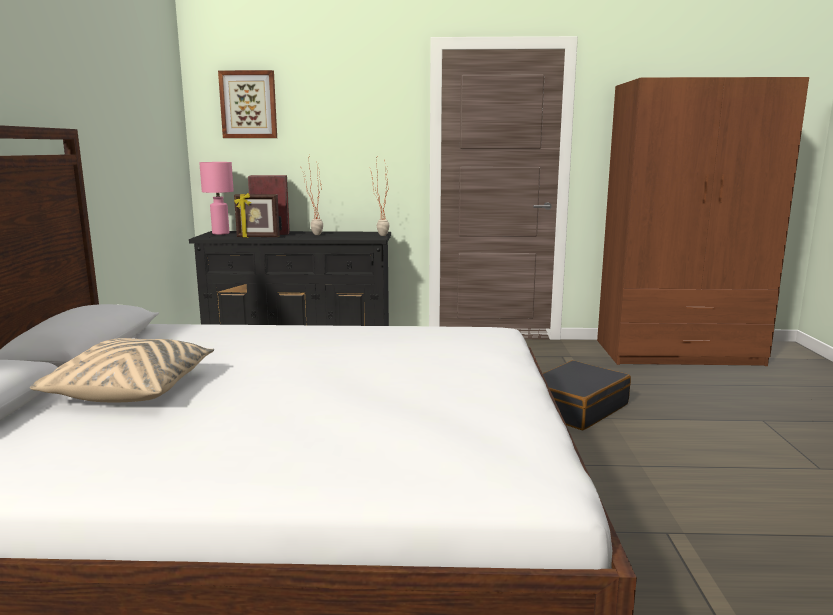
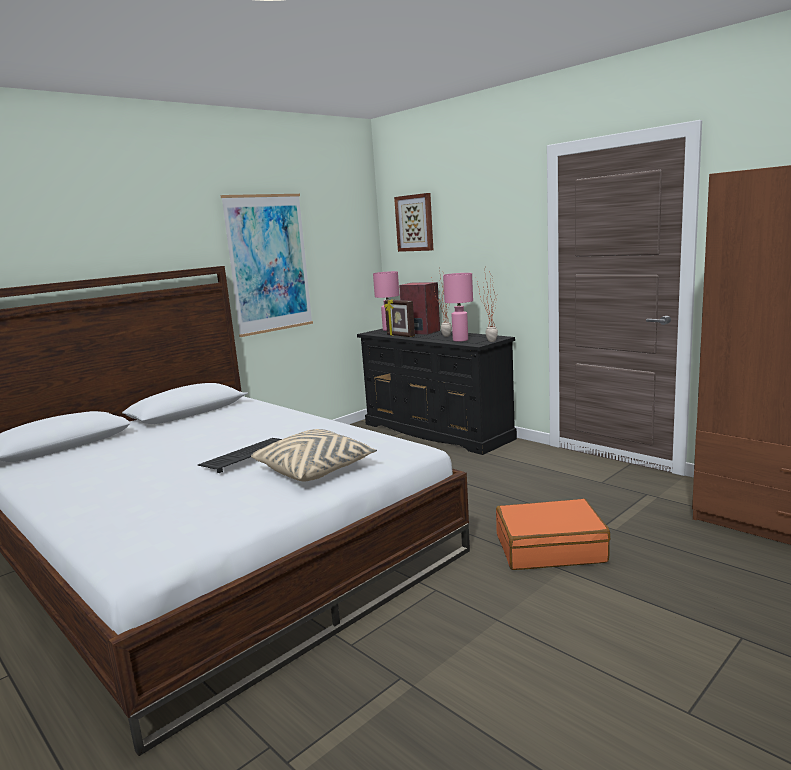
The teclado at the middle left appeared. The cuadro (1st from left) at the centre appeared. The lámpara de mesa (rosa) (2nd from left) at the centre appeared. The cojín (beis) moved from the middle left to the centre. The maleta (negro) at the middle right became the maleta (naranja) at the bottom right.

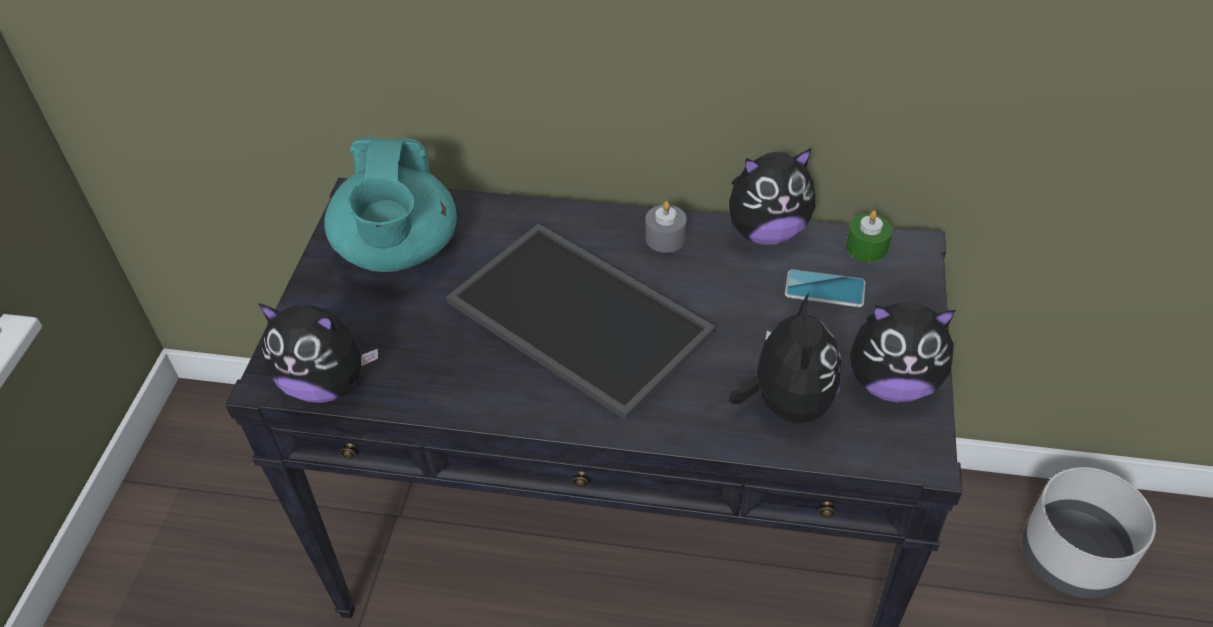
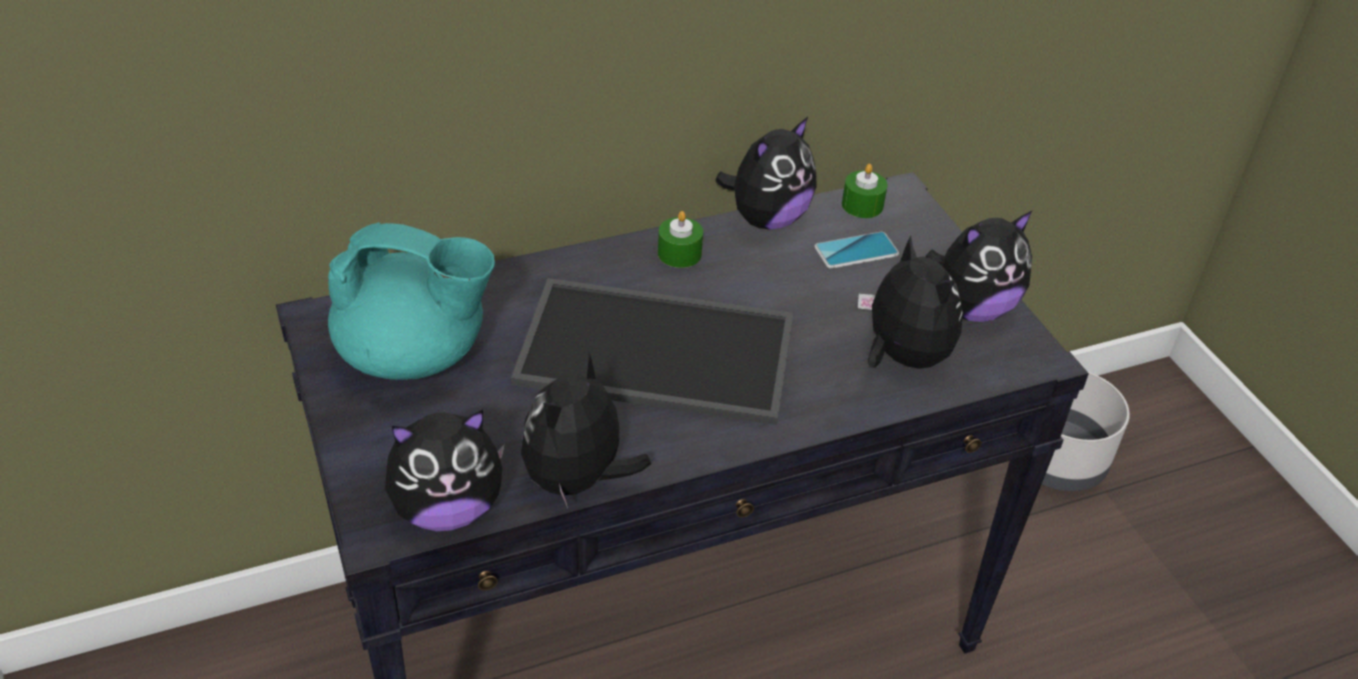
The peluche (2nd from left) at the centre appeared. The vela (gris) at the centre became the vela (verde) (1st from left) at the centre. The tetera (turquesa) at the top left turned 45 degrees counterclockwise.

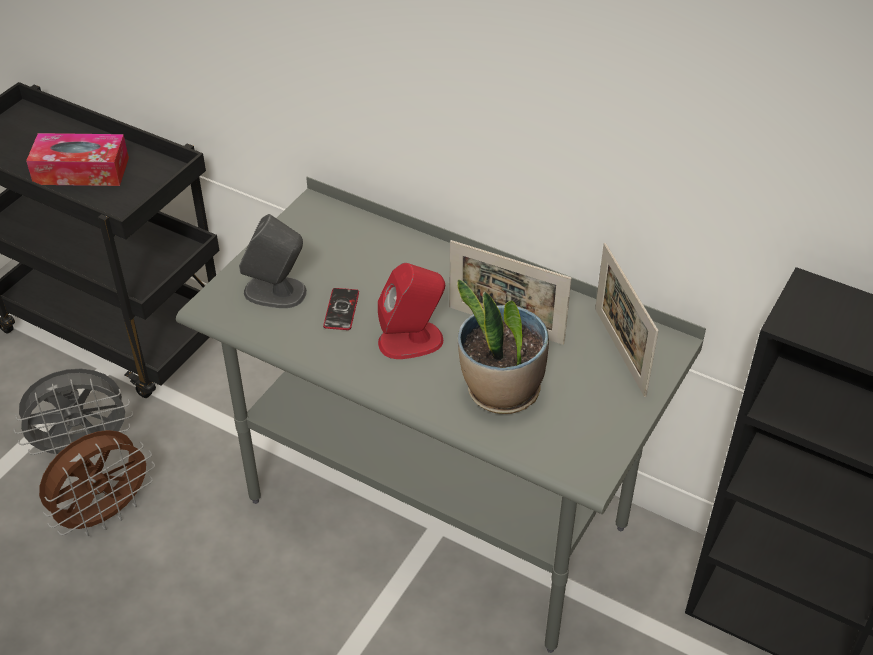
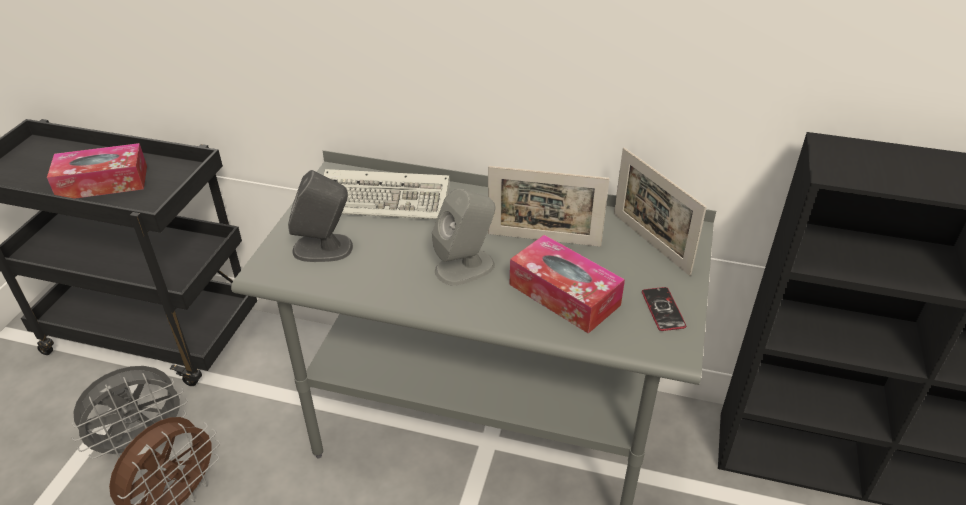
The teclado at the centre appeared. The móvil moved from the centre to the middle right. The planta en maceta at the centre was replaced by the caja de pañuelos (2nd from left) at the centre. The altavoz (rojo) at the centre became the altavoz (gris) (2nd from left) at the centre.

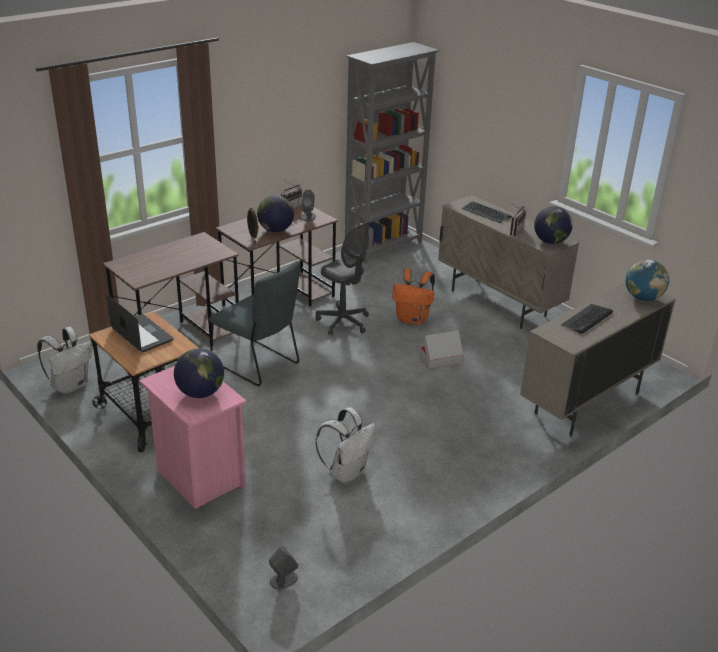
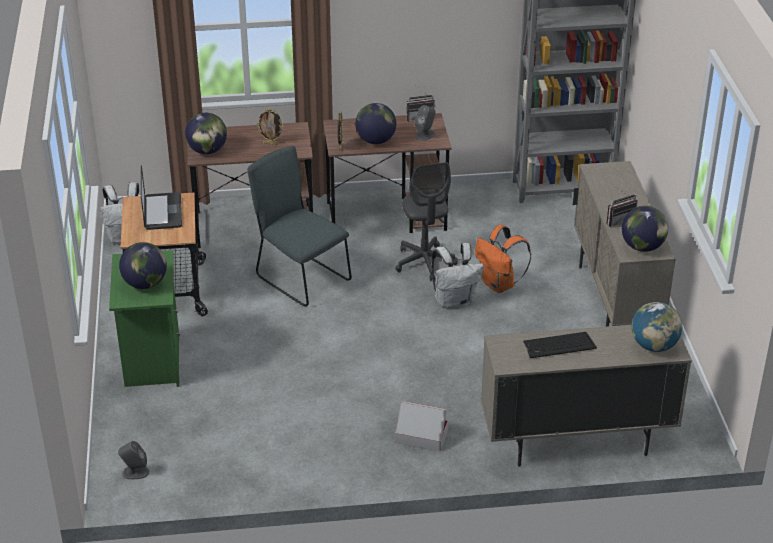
The teclado (1st from left) at the top right disappeared. The globo terráqueo (2nd from left) at the top left appeared. The portarretratos (1st from left) at the top centre appeared. The mochila (blanco) (2nd from left) moved from the bottom centre to the centre. The caja de cartón moved from the centre to the bottom centre. The mesita de noche (rosa) at the bottom left became the mesita de noche (verde) at the middle left. The silla (gris) at the centre turned 150 degrees clockwise.

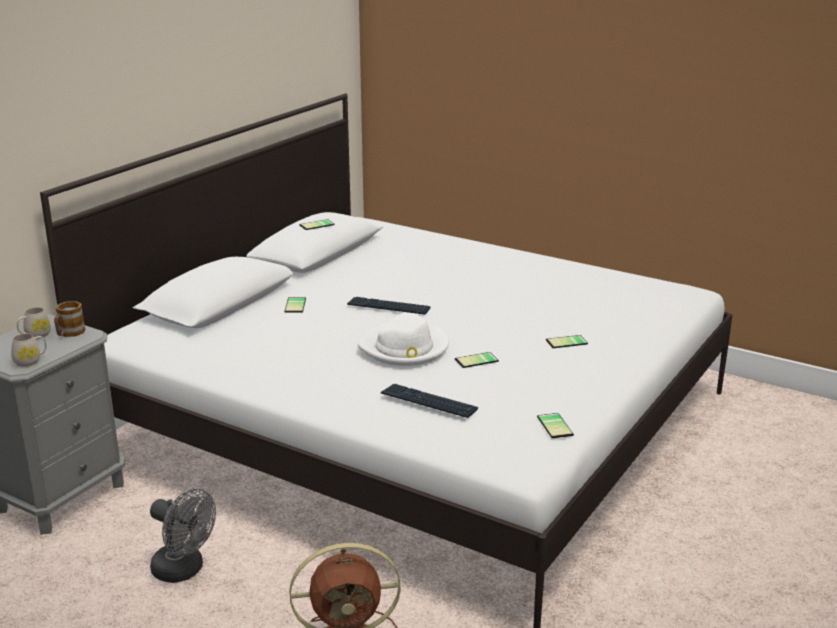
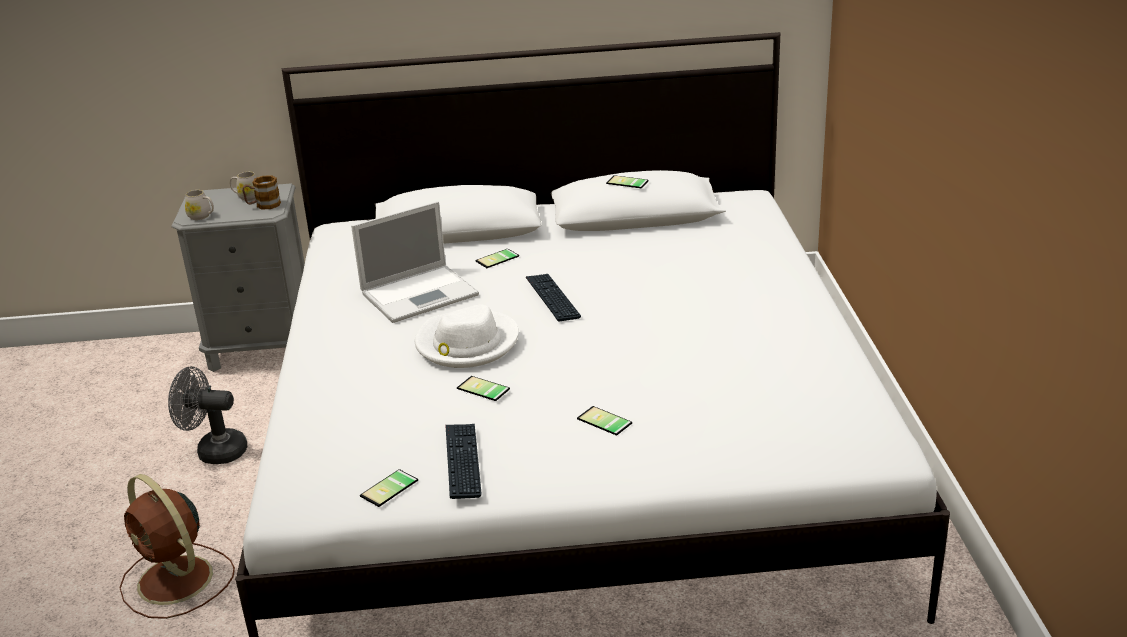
The portátil at the centre appeared. The teclado (2nd from left in the first image) moved from the centre to the bottom centre. The ventilador (gris) at the bottom left turned 105 degrees clockwise.

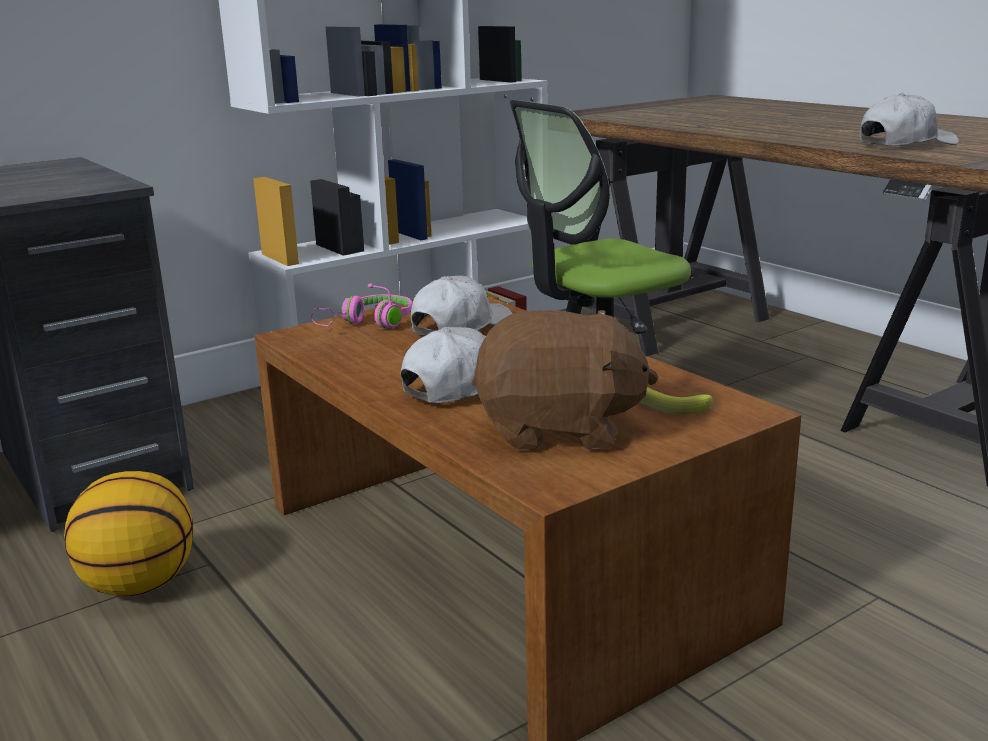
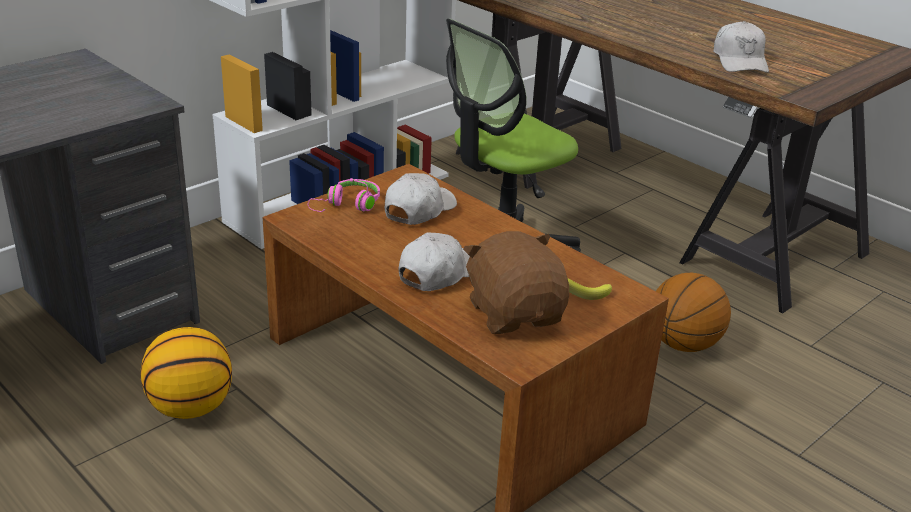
The balón de baloncesto (2nd from left) at the middle right appeared. The peluche (marrón) at the centre turned 105 degrees counterclockwise. The gorra (blanco) (3rd from left) at the top right turned 120 degrees clockwise.

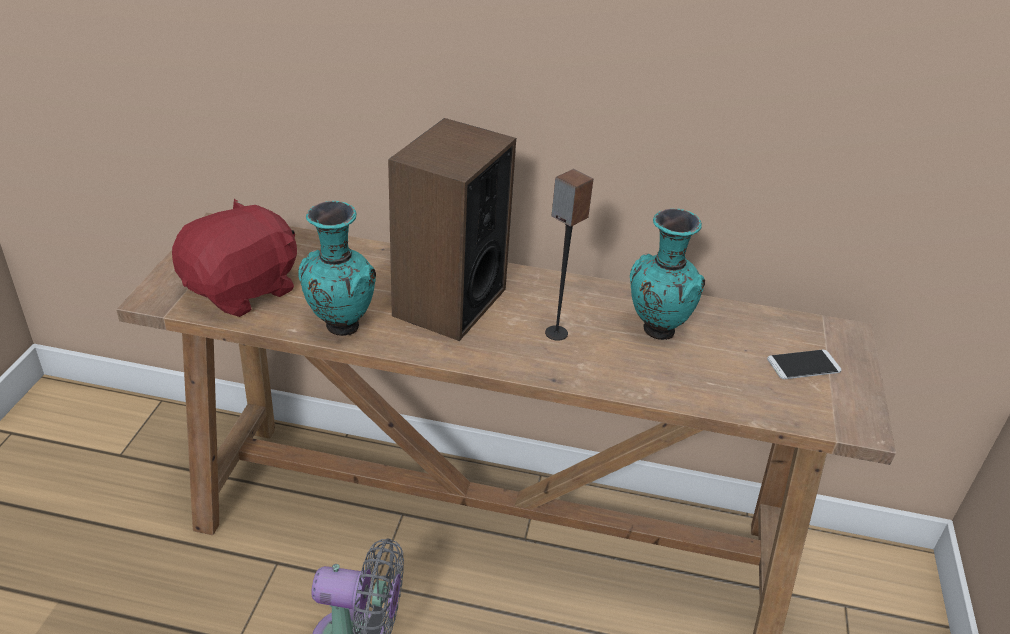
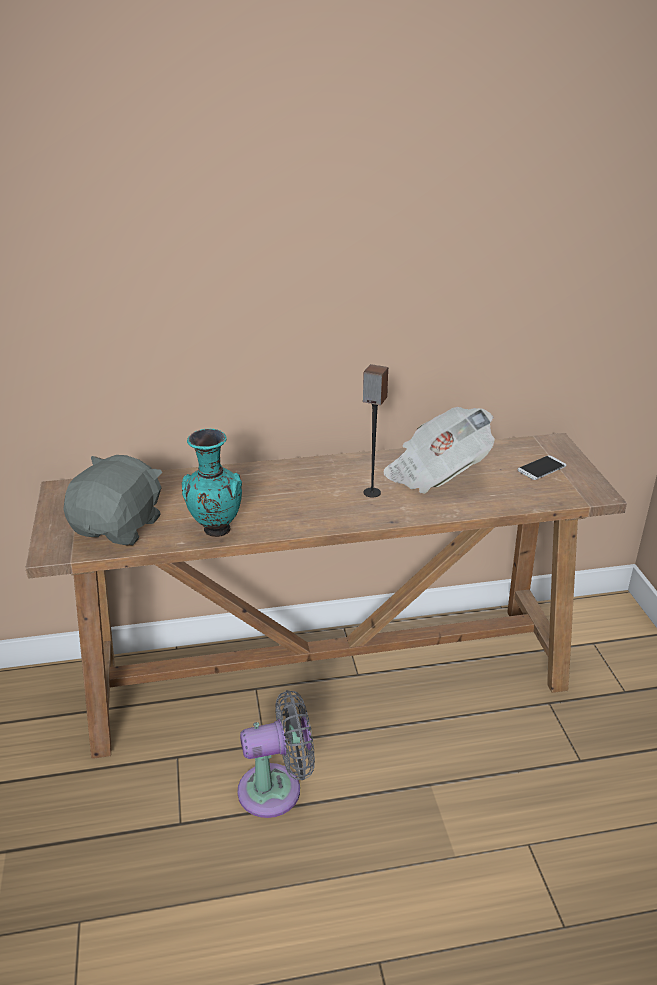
The altavoz (1st from left) at the centre disappeared. The florero (turquesa) (2nd from left) at the centre was replaced by the periódico at the middle right. The peluche (rojo) at the middle left became the peluche (gris) at the middle left.

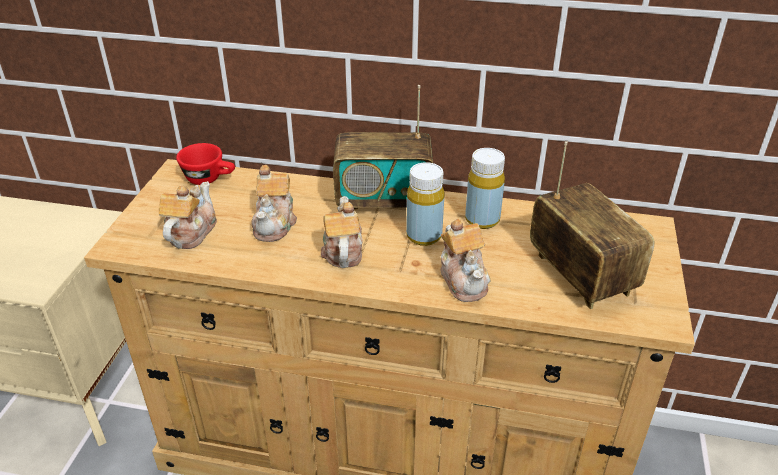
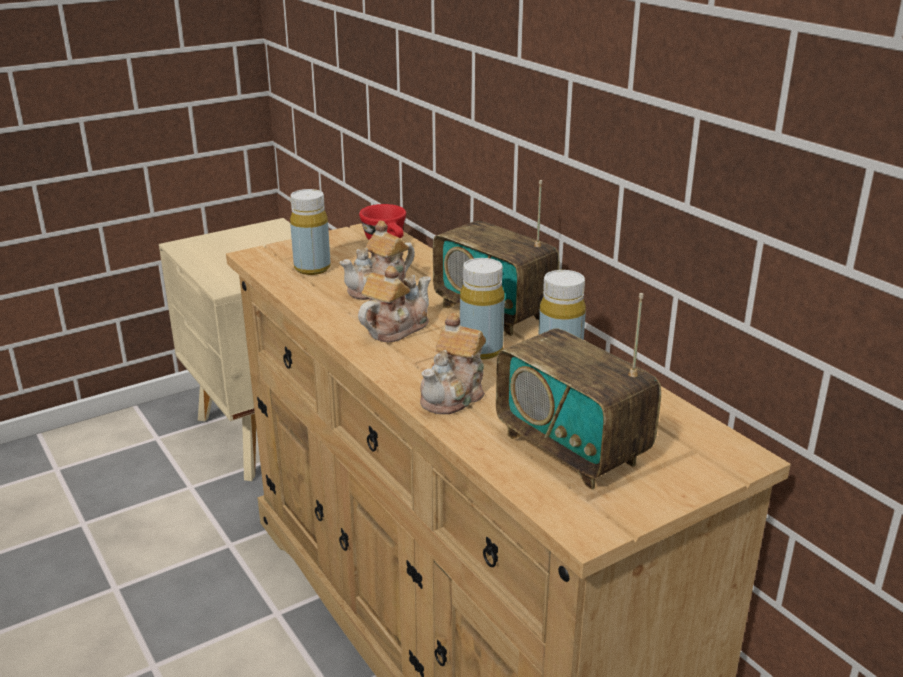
The tetera (1st from left) at the middle left was replaced by the botella (amarillo) (1st from left) at the centre. The radio (2nd from left) at the middle right turned 120 degrees clockwise.

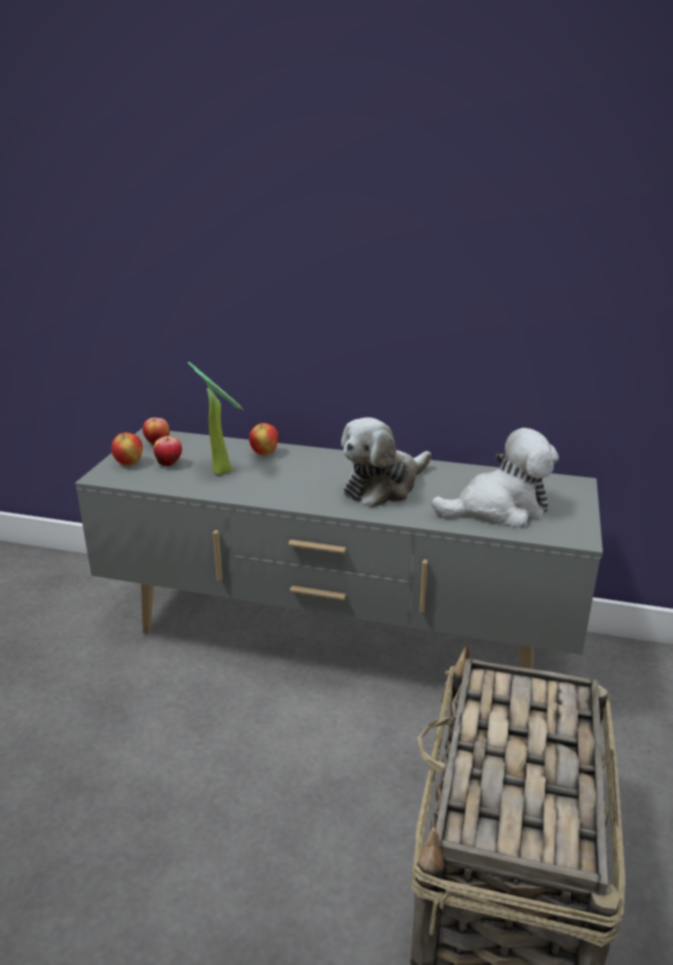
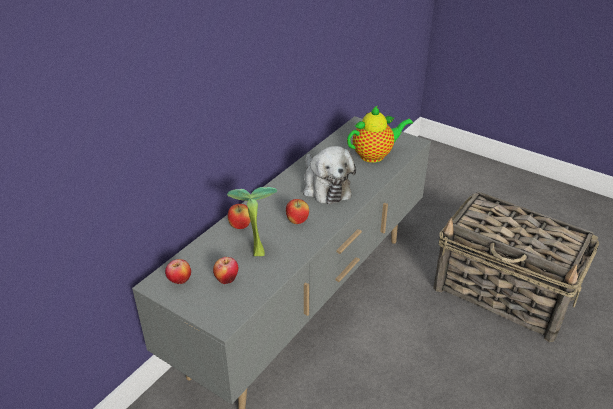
The manzana (1st from left in the first image) moved from the middle left to the centre. The peluche (2nd from left) at the middle right was replaced by the tetera at the top centre.

